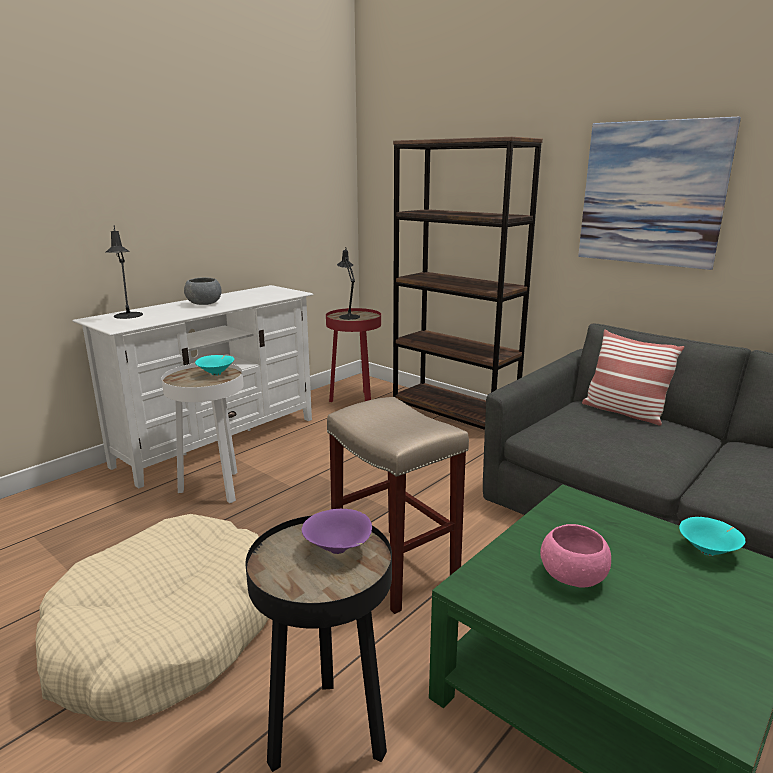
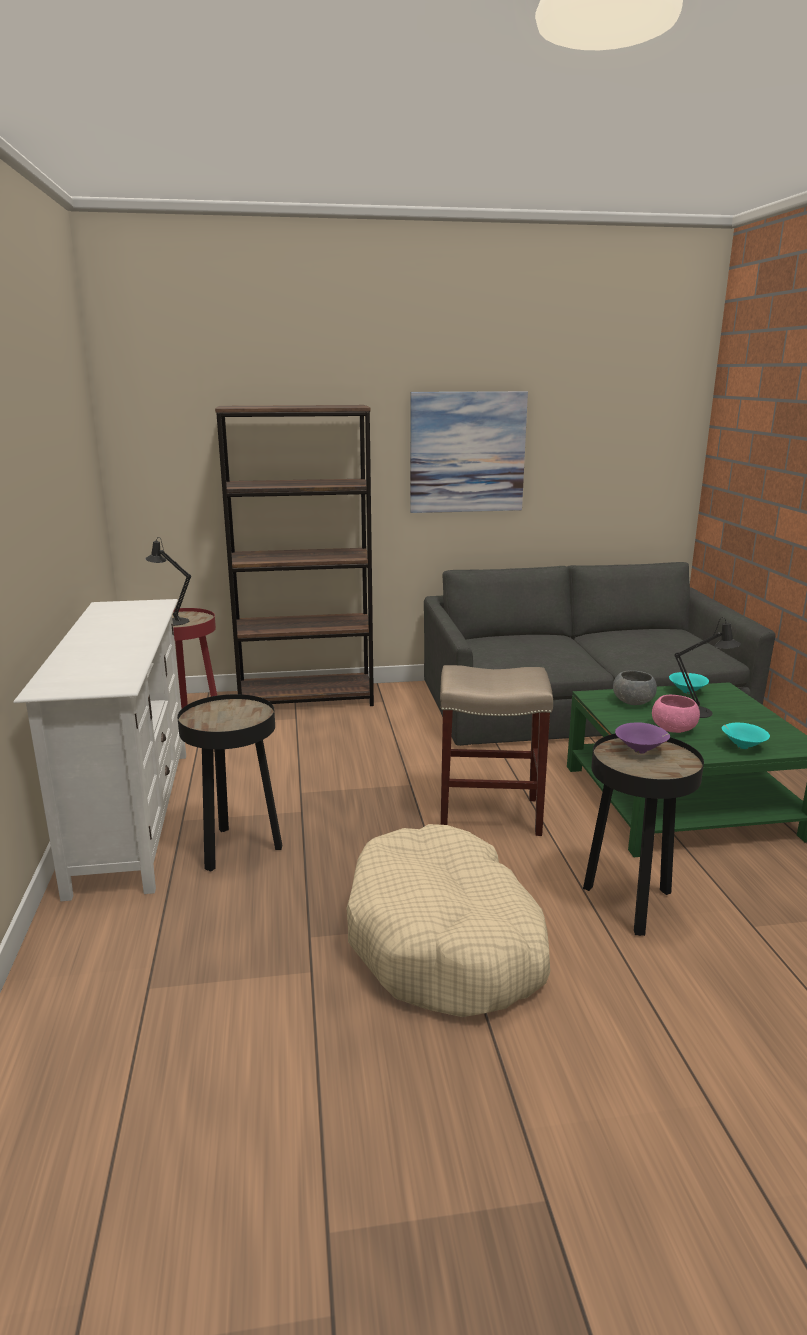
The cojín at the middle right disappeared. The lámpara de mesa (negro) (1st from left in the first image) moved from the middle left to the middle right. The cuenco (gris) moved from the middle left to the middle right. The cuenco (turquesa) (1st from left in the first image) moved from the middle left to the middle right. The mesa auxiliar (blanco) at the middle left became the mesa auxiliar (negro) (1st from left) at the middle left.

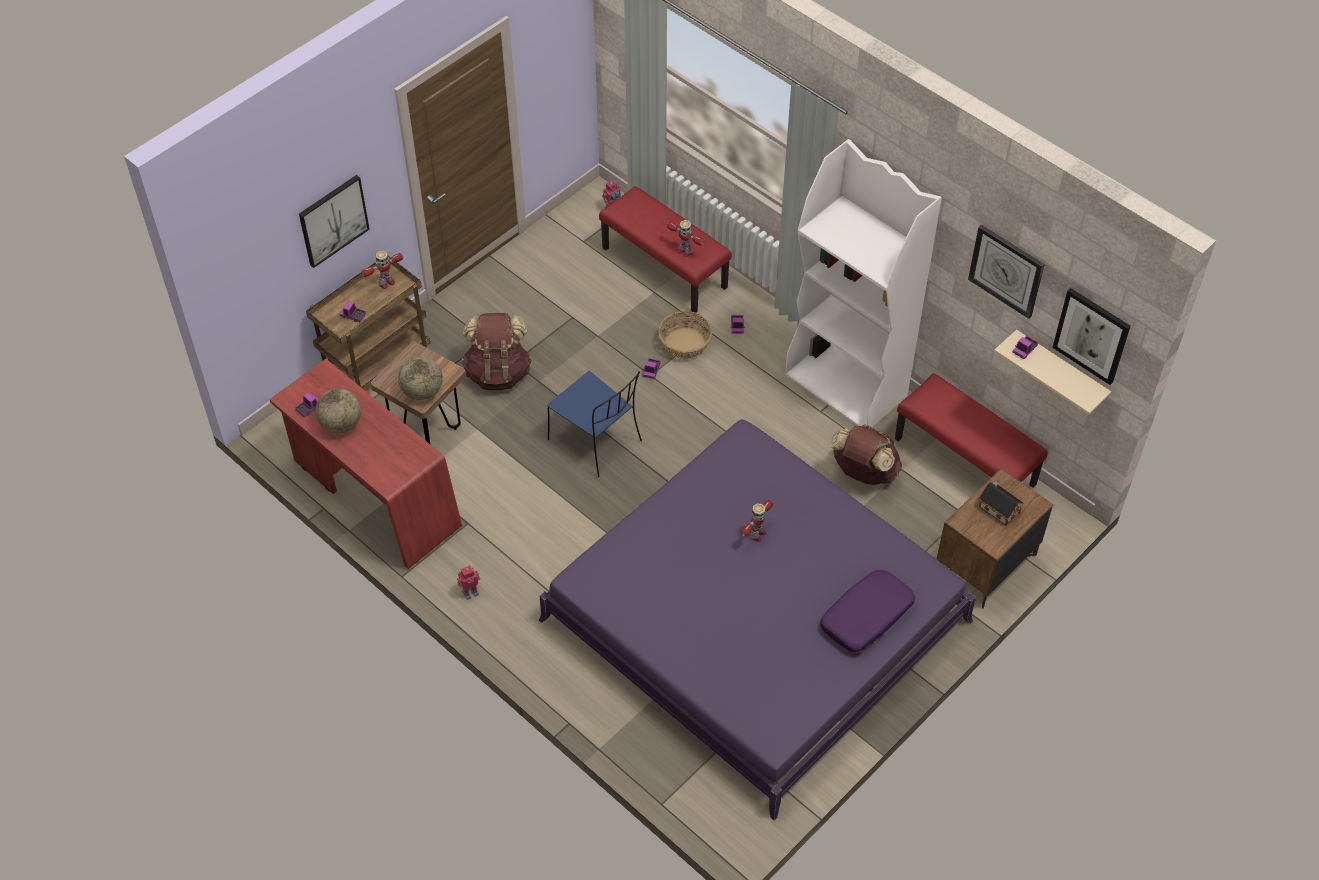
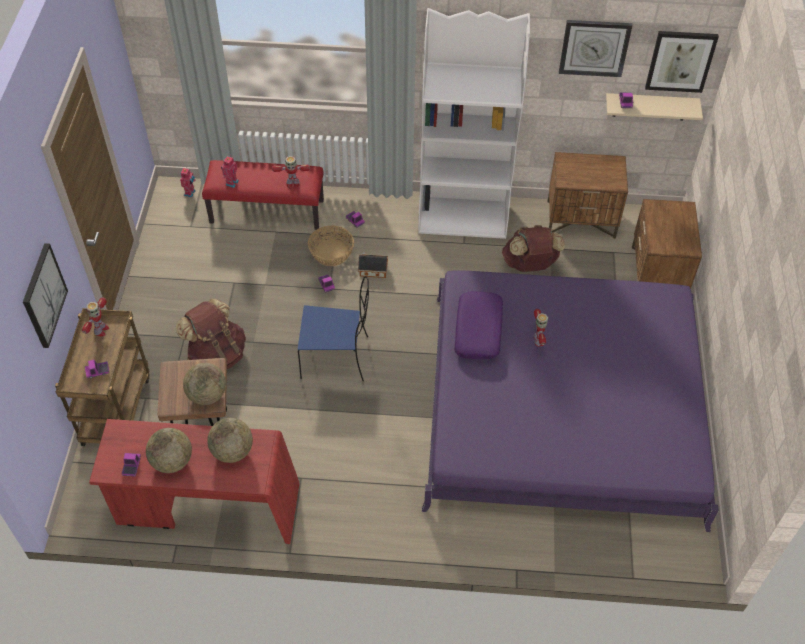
The globo terráqueo (3rd from left) at the bottom left appeared. The robot de juguete (2nd from left in the first image) moved from the centre to the top left. The cojín (morado) moved from the bottom centre to the centre. The casita moved from the middle right to the centre. The banco (rojo) (2nd from left) at the middle right was replaced by the mesita de noche (marrón) (1st from left) at the top right.

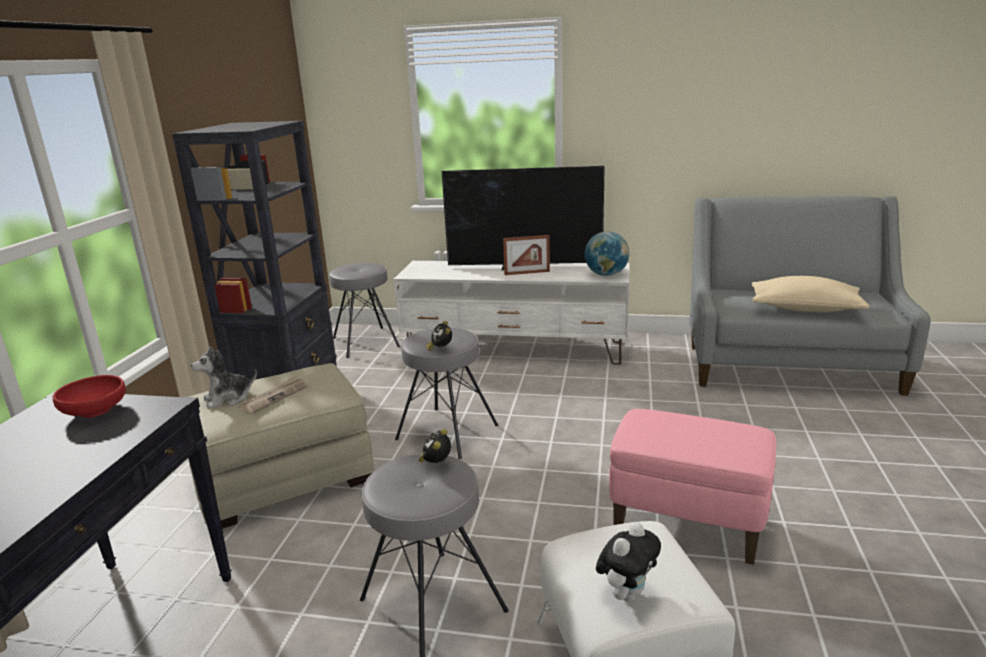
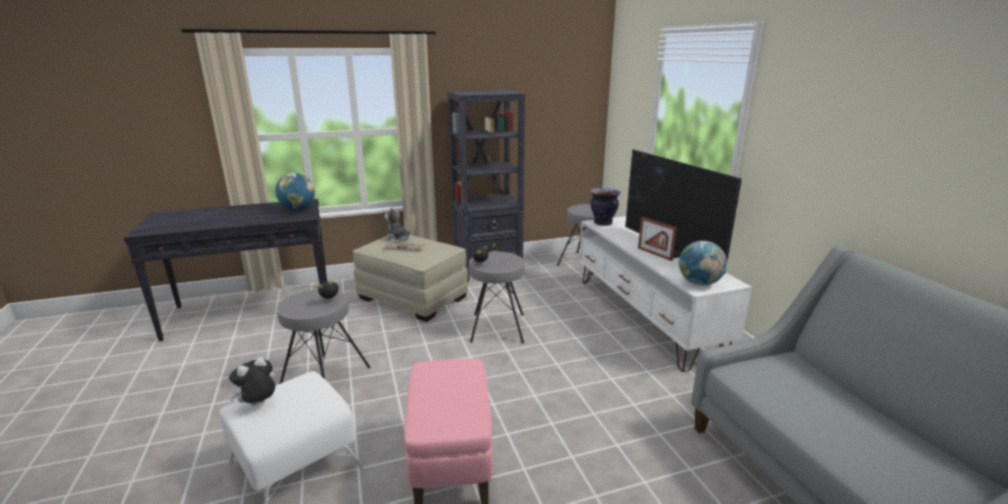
The cojín (beis) at the middle right disappeared. The florero at the centre appeared. The cuenco (rojo) at the middle left was replaced by the globo terráqueo (1st from left) at the middle left. The peluche (2nd from left in the first image) at the bottom centre turned 120 degrees clockwise.

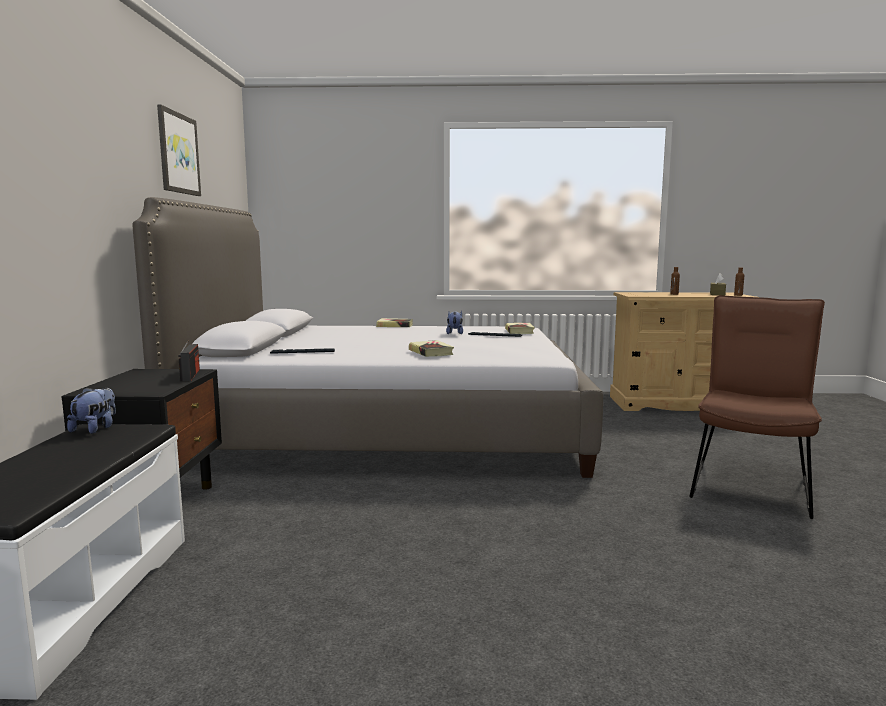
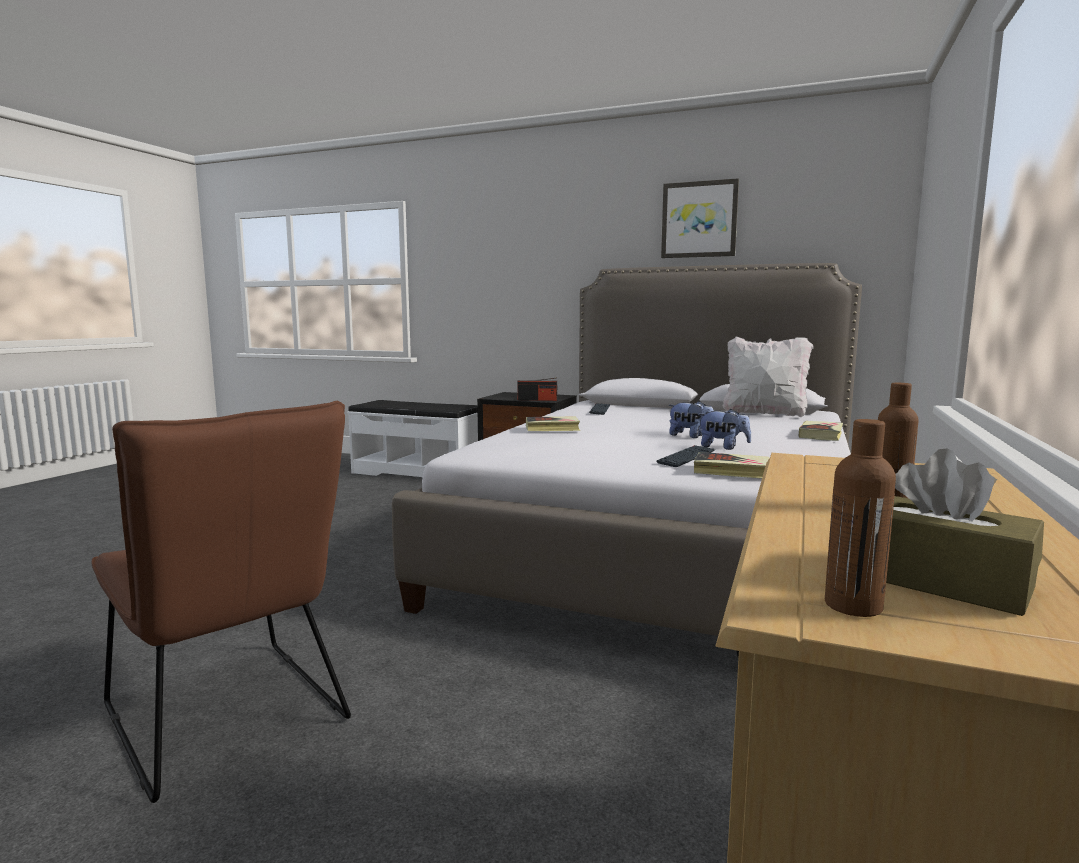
The cojín (blanco) at the middle right appeared. The peluche (1st from left) moved from the middle left to the centre.

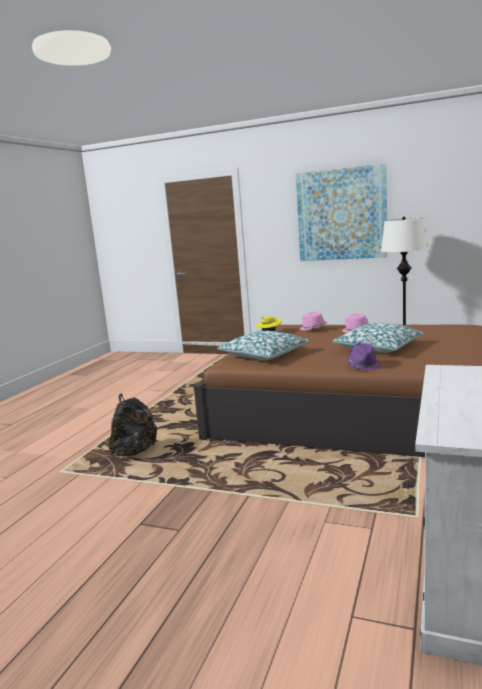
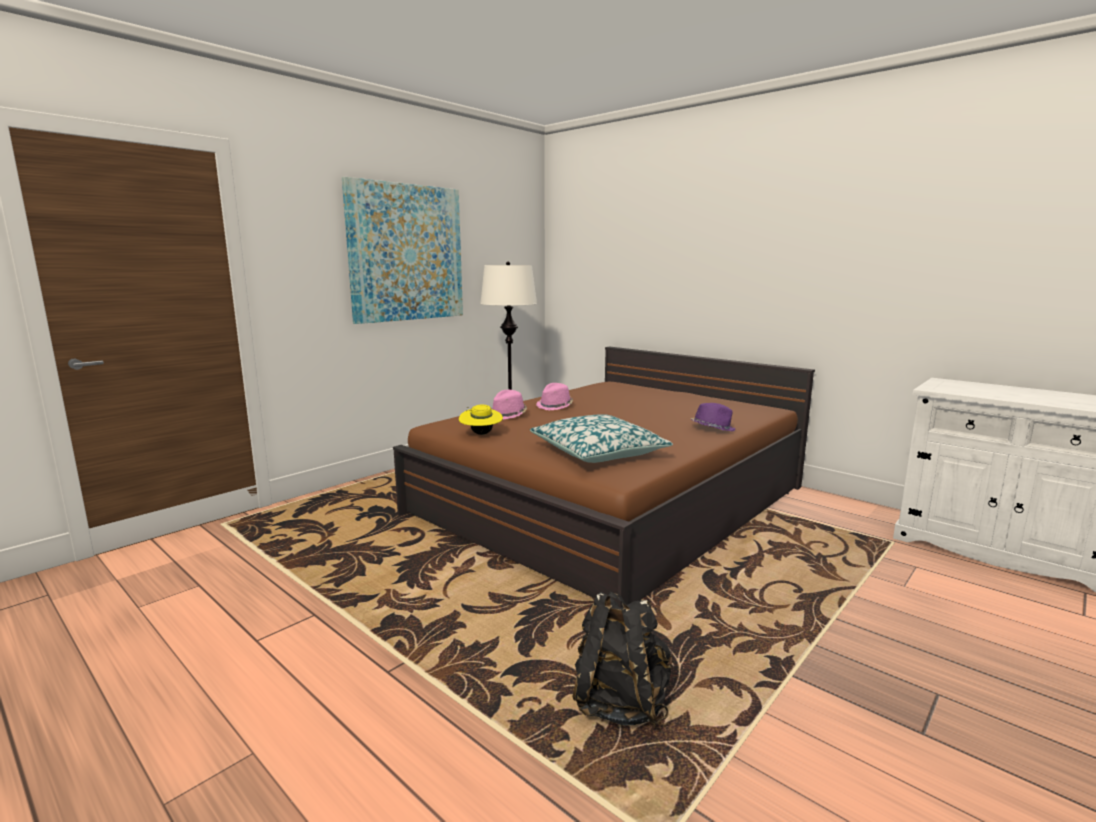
The cojín (2nd from left) at the middle right disappeared.

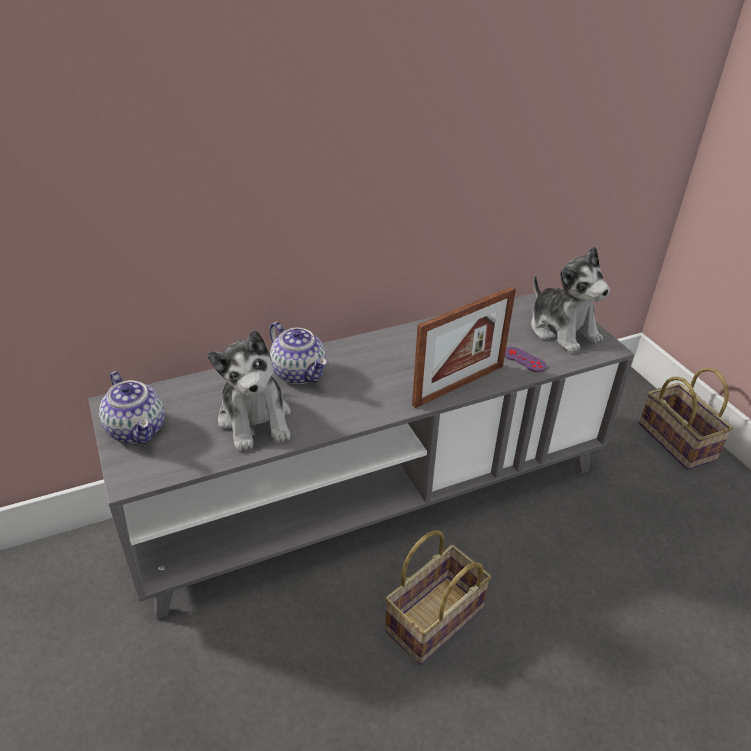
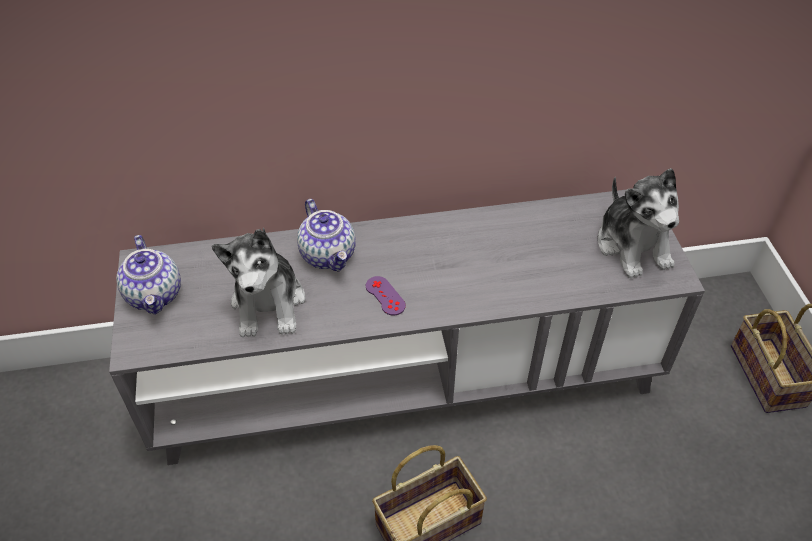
The portarretratos at the centre disappeared. The mando de consola (morado) moved from the middle right to the centre.

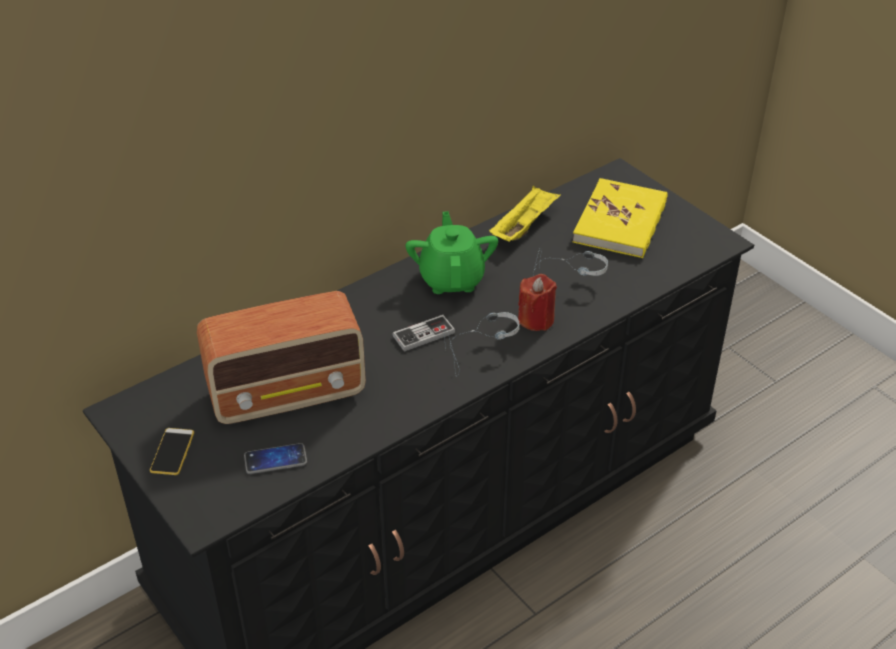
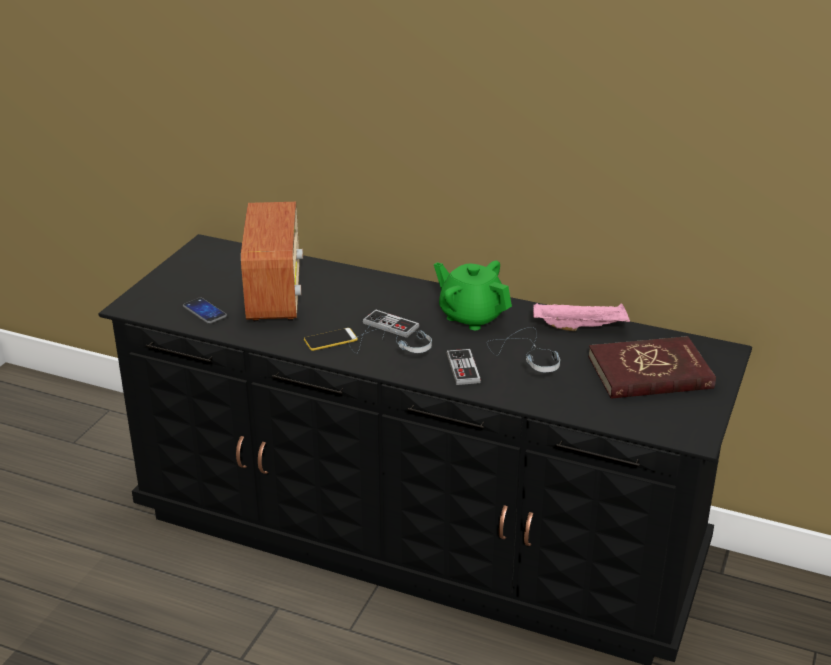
The móvil (1st from left in the first image) moved from the bottom left to the centre. The vela (rojo) at the centre was replaced by the mando de consola (2nd from left) at the centre. The bandeja (amarillo) at the top centre became the bandeja (rosa) at the middle right. The libro (amarillo) at the middle right became the libro (rojo) at the middle right. The radio at the middle left turned 135 degrees counterclockwise. The tetera (verde) at the centre turned 105 degrees counterclockwise.

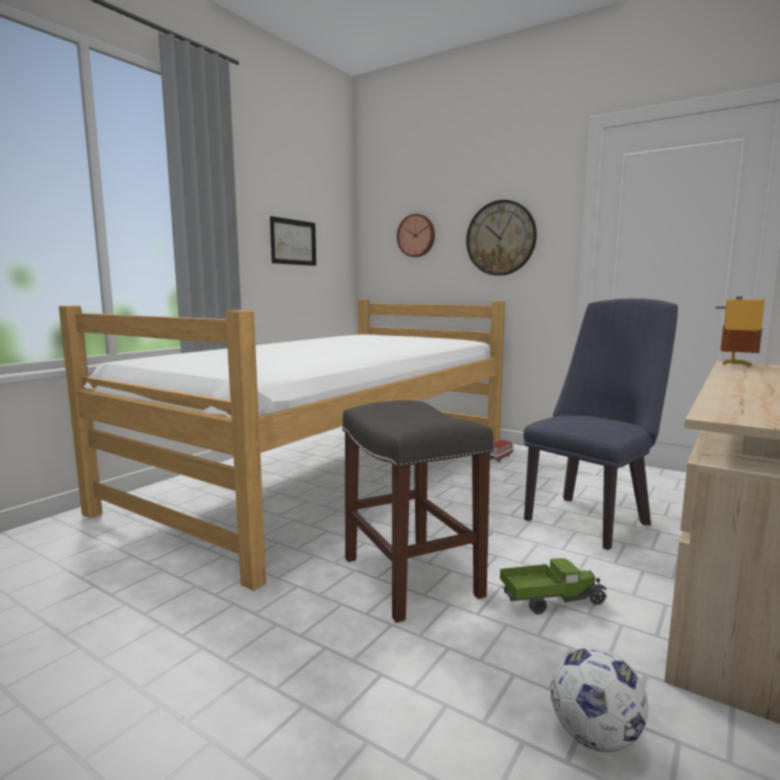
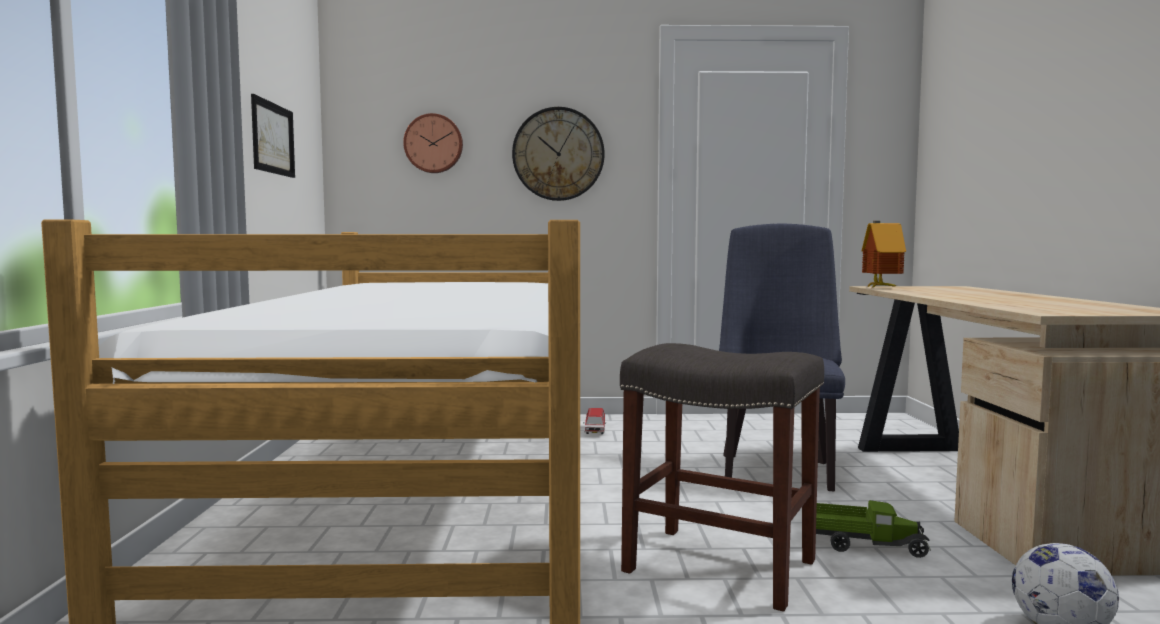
The camión de juguete at the bottom right turned 60 degrees clockwise.

